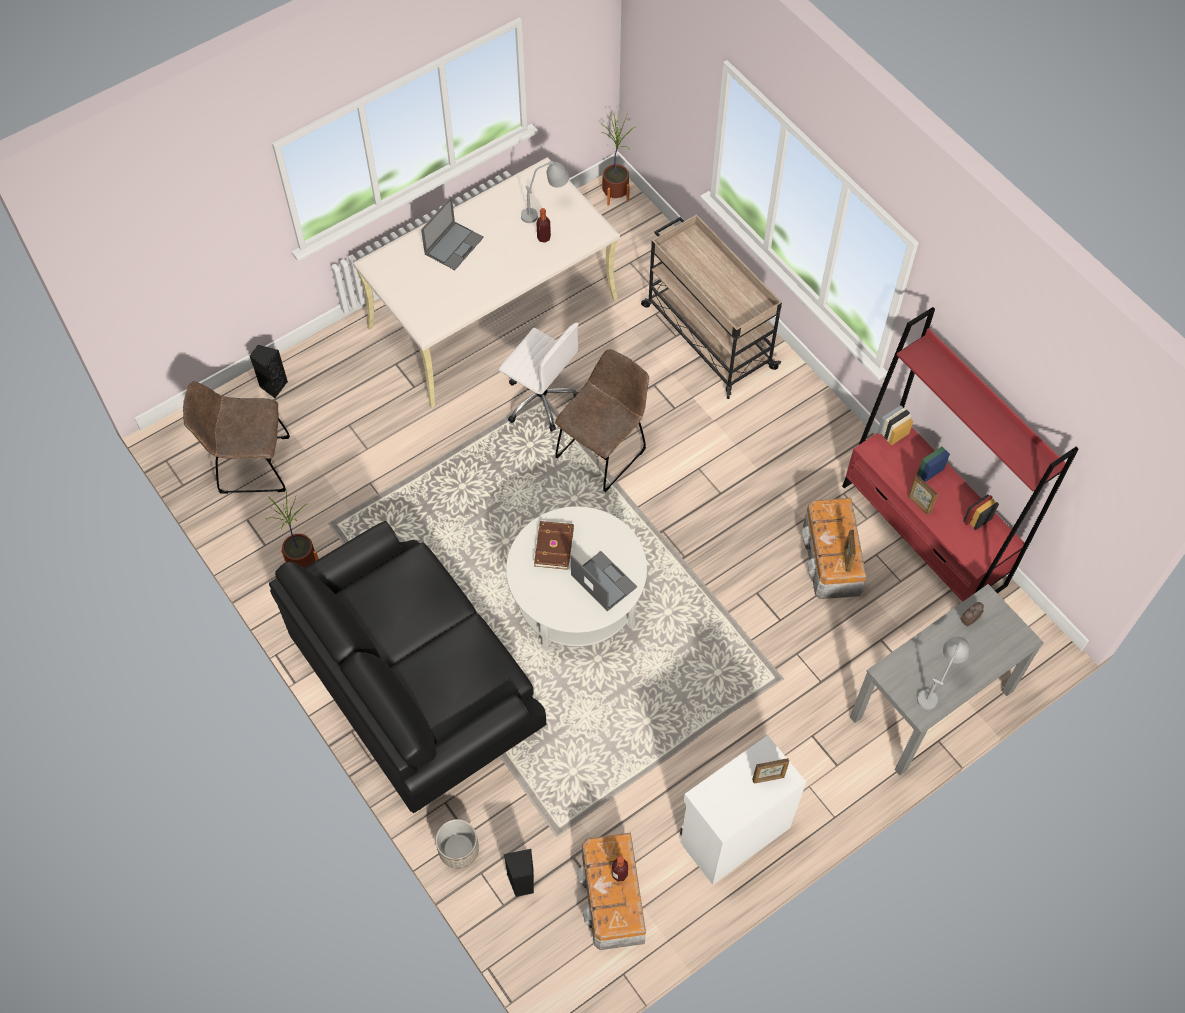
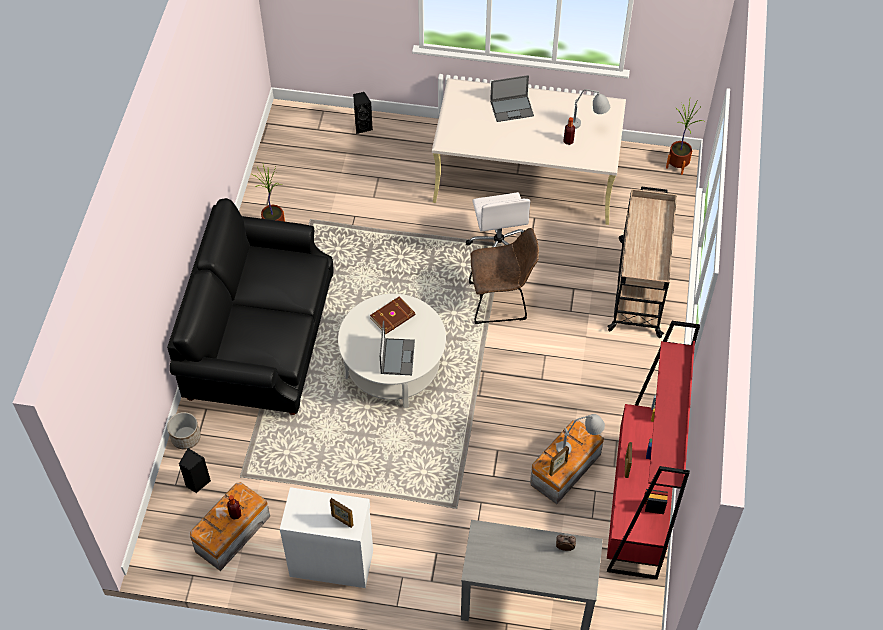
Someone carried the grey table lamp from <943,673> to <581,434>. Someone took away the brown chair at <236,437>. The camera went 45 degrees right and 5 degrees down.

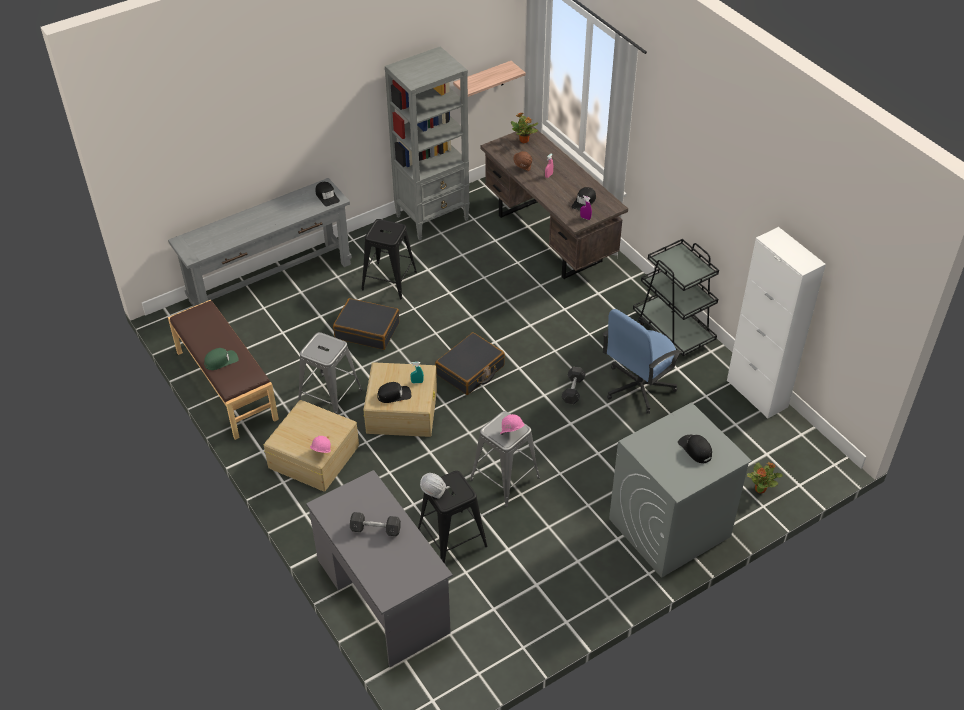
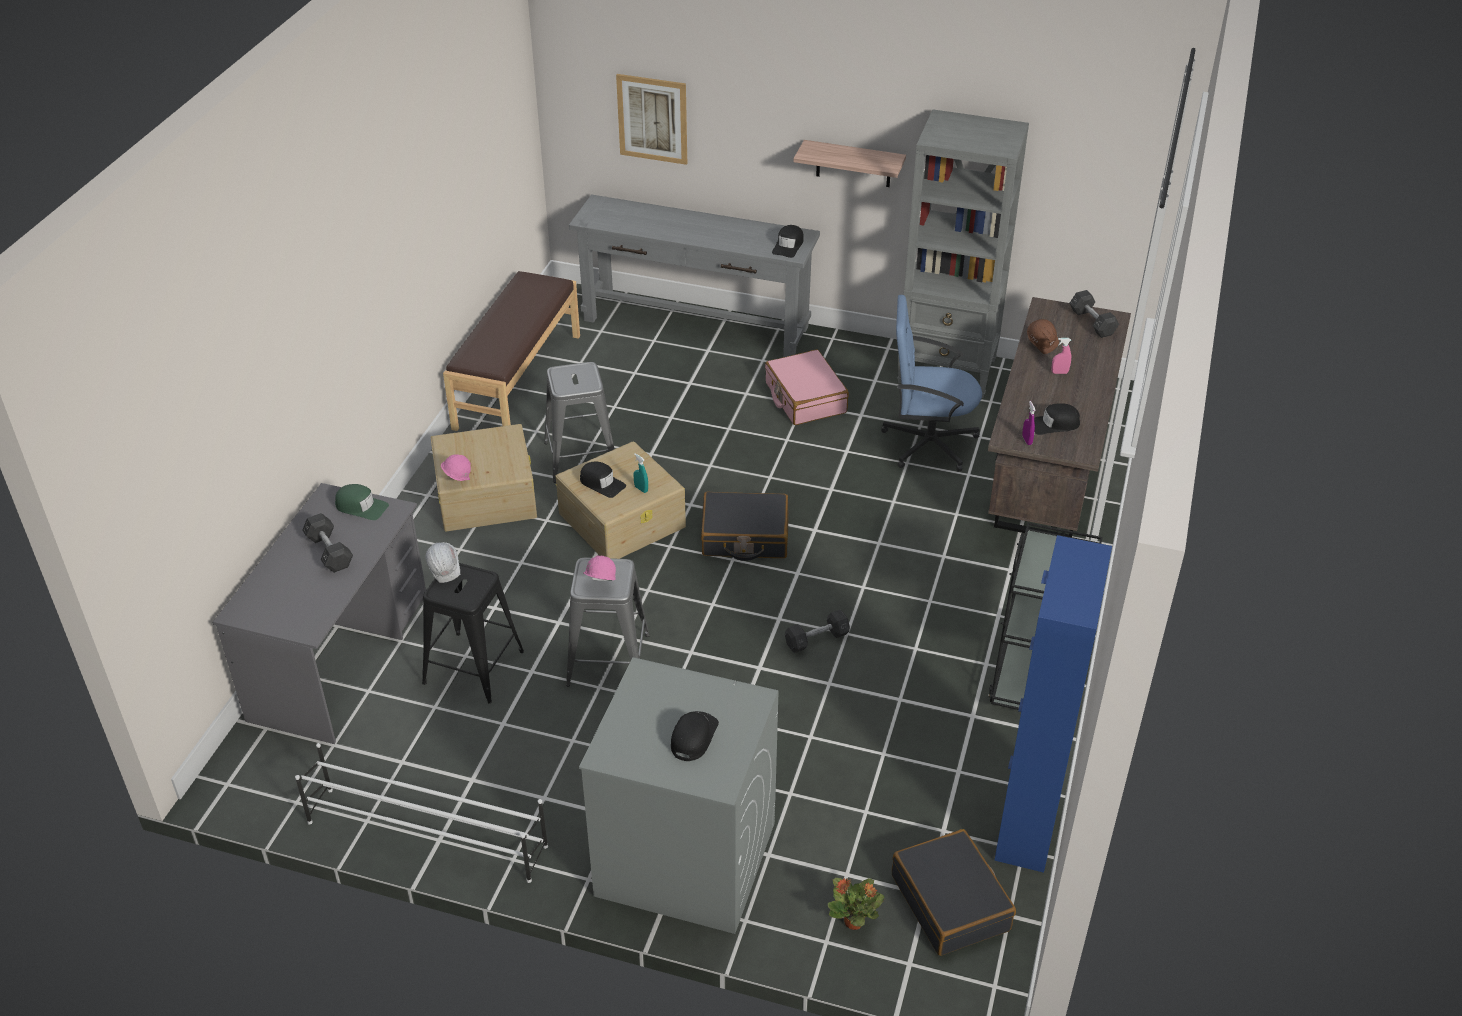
Someone put down the white shoe rack at <421,813>. Someone carried the green cap from <221,359> to <362,502>. Someone put up the picture at <651,119>. Someone swapped the black stool at <389,259> for the pink suitcase at <807,387>. Someone carried the shelf from <489,79> to <849,163>. Someone carried the blue office chair from <642,361> to <931,383>. Someone carried the black suitcase from <366,324> to <954,892>. Someone repainted the white cabinet at <776,323>, which became the blue cabinet at <1053,704>. Someone swapped the potted plant at <524,127> for the grey dumbbell at <1094,314>. The camera went 50 degrees right and 5 degrees down.

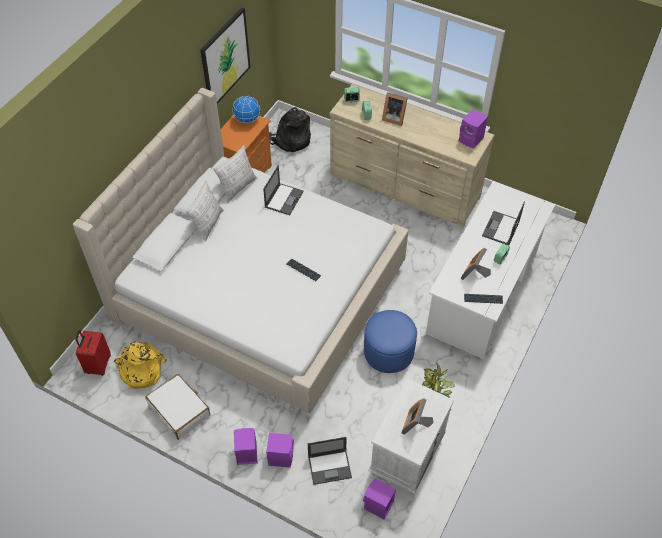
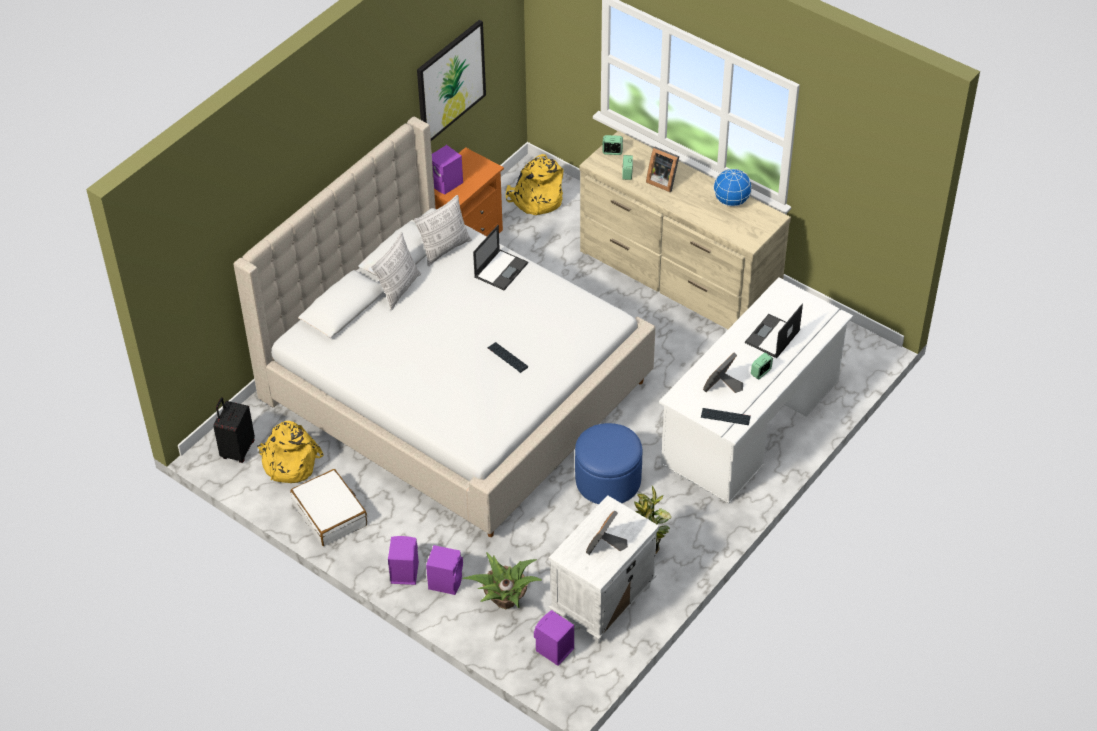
Someone repainted the red suitcase at <93,353>, which became the black suitcase at <234,430>. Someone carried the purple speaker from <473,129> to <447,170>. Someone swapped the laptop at <330,461> for the potted plant at <502,580>. Someone repainted the black backpack at <290,129>, which became the yellow backpack at <534,184>. Someone carried the globe from <246,109> to <732,187>. The camera went 10 degrees right and 5 degrees down.

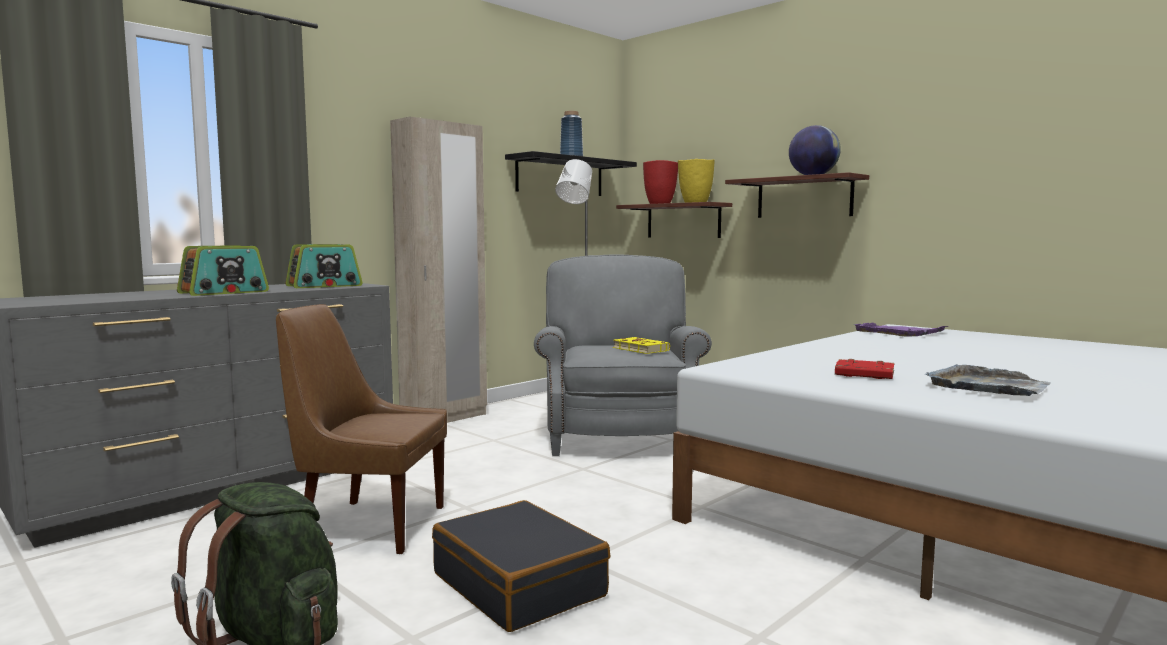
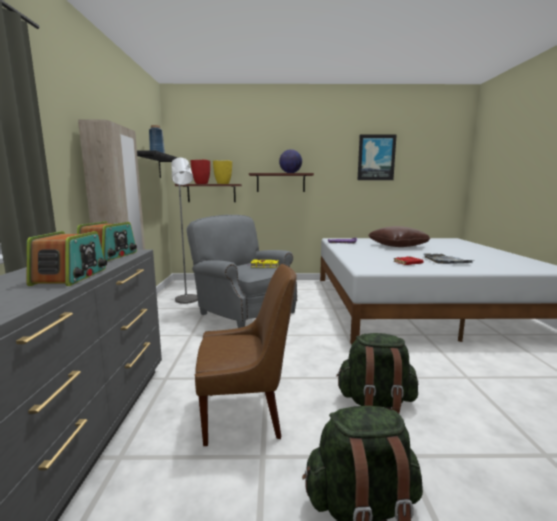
Someone rotated the brown chair at <361,429> by 150 degrees counterclockwise. Someone swapped the black suitcase at <521,566> for the green backpack at <377,373>. Someone put up the picture at <377,157>. Someone put down the brown pillow at <400,236>. The camera went 45 degrees left and 5 degrees up.

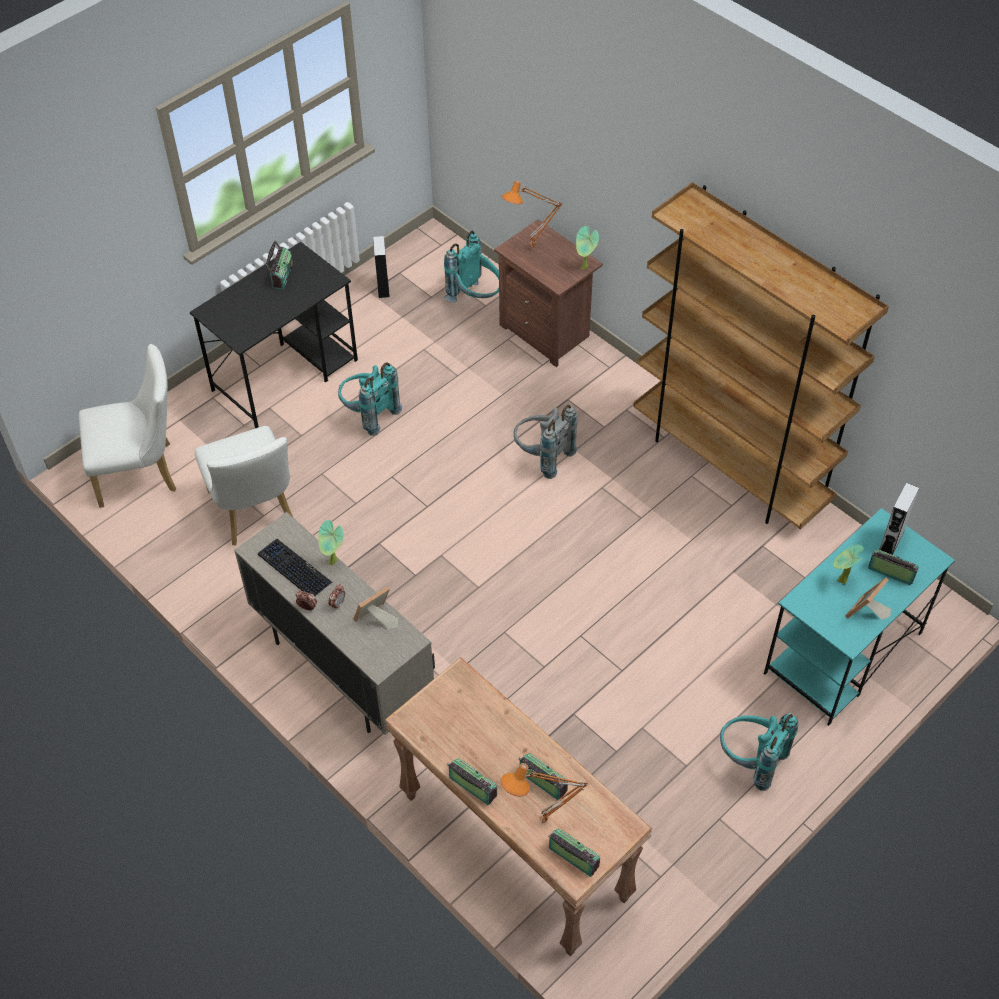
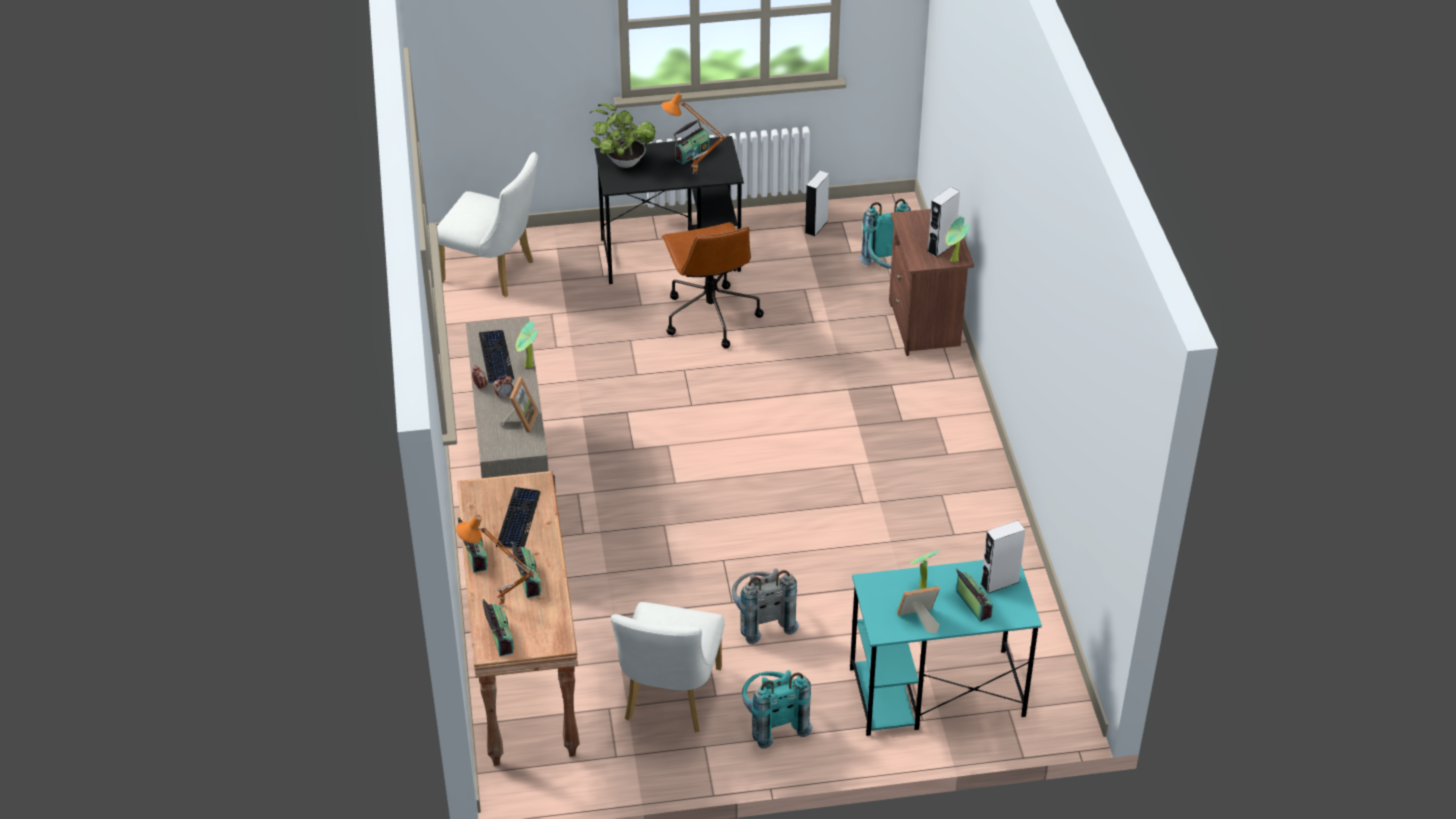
Someone put down the keyboard at <518,517>. Someone rotated the picture frame at <376,607> by 105 degrees clockwise. Someone put down the potted plant at <623,136>. Someone carried the white chair from <244,485> to <668,667>. Someone carried the orange table lamp from <532,215> to <693,133>. Someone swapped the turquoise backpack at <370,399> for the brown office chair at <713,285>. Someone carried the grey backpack from <546,442> to <765,606>. Someone put down the grey speaker at <944,222>. Someone took away the brown bookcase at <761,355>. The camera went 35 degrees right and 10 degrees down.

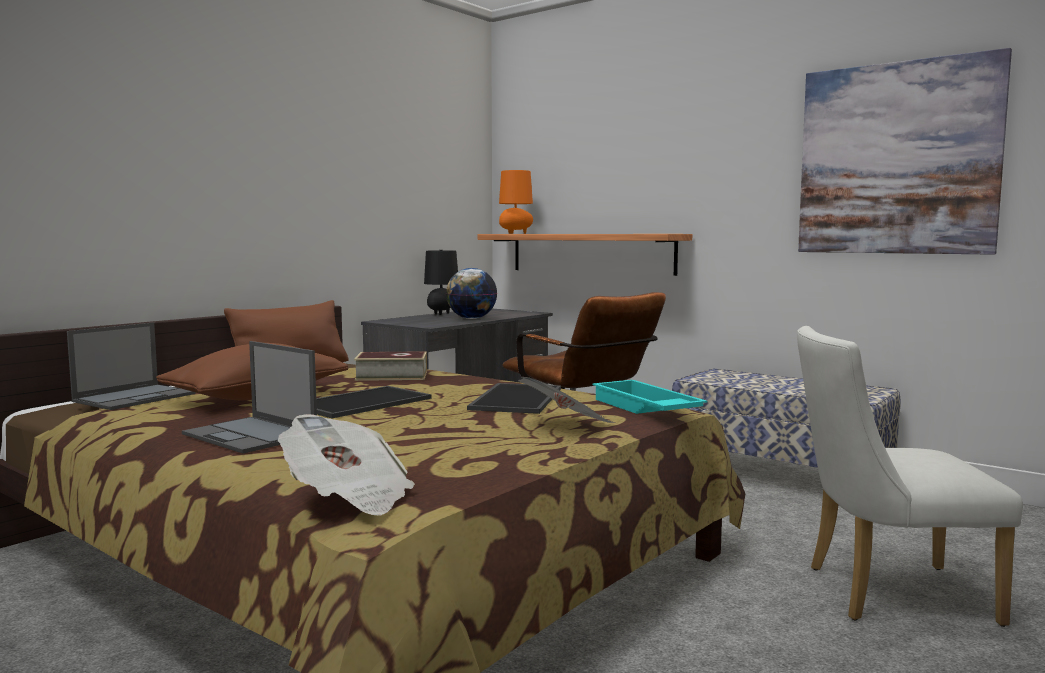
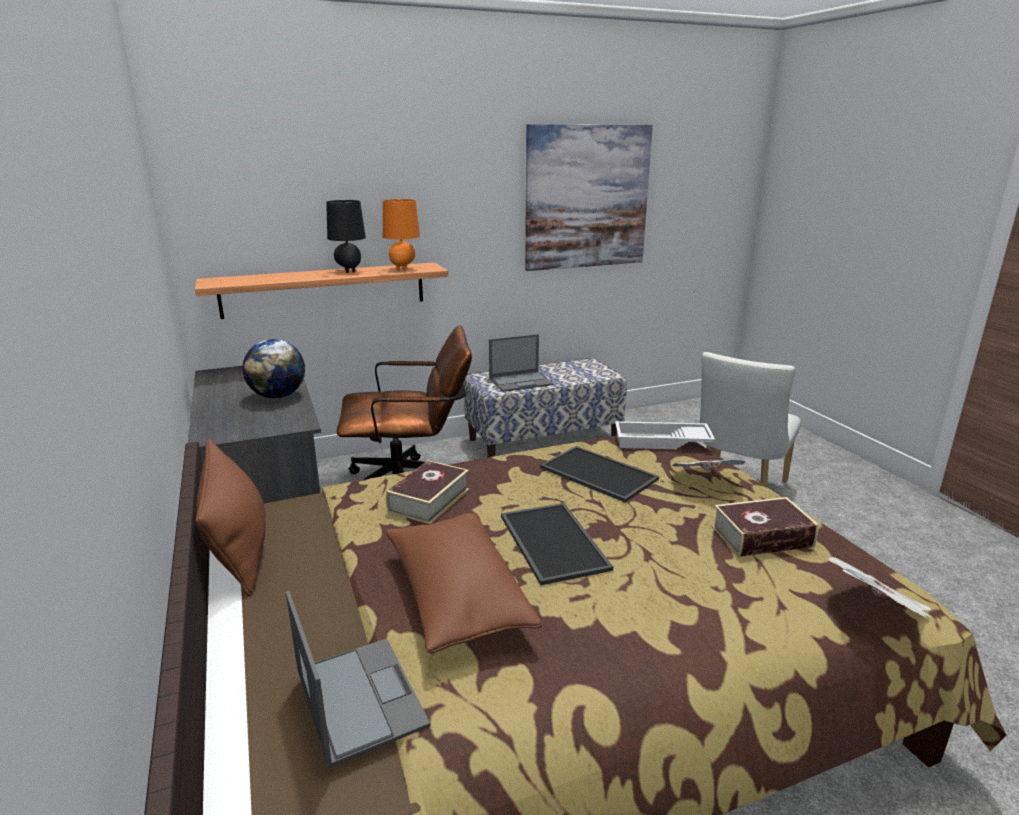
Someone carried the black table lamp from <441,282> to <346,236>. Someone carried the orange table lamp from <516,202> to <401,235>. Someone carried the laptop from <249,397> to <521,363>. Someone repainted the turquoise tray at <649,397>, which became the white tray at <665,435>. Someone put down the book at <765,527>. The camera went 60 degrees left and 15 degrees up.

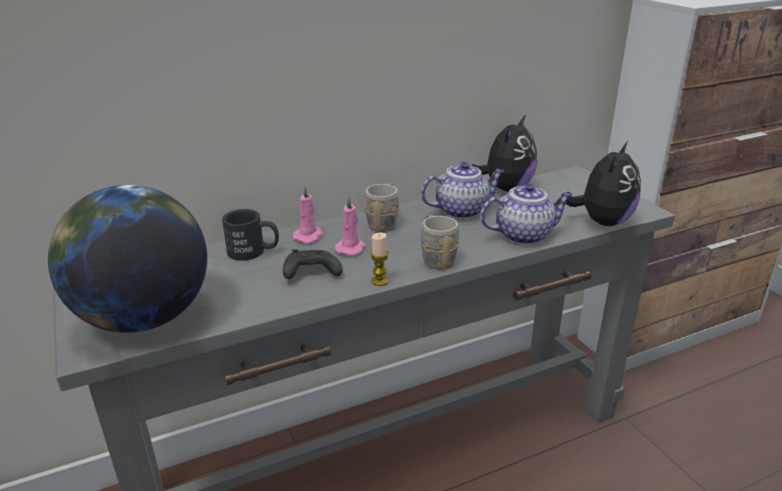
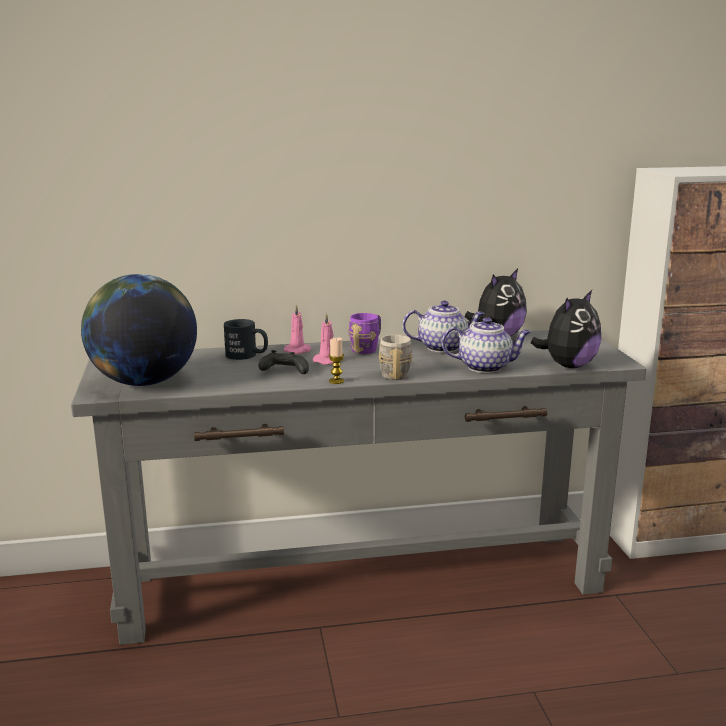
Someone repainted the grey mug at <381,207>, which became the purple mug at <364,333>. The camera went 15 degrees right and 10 degrees down.

